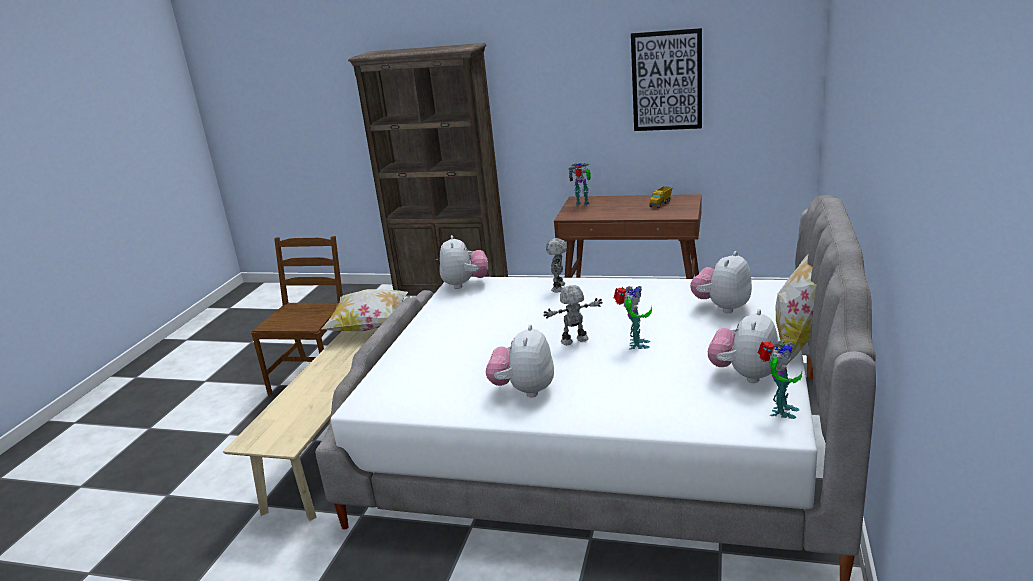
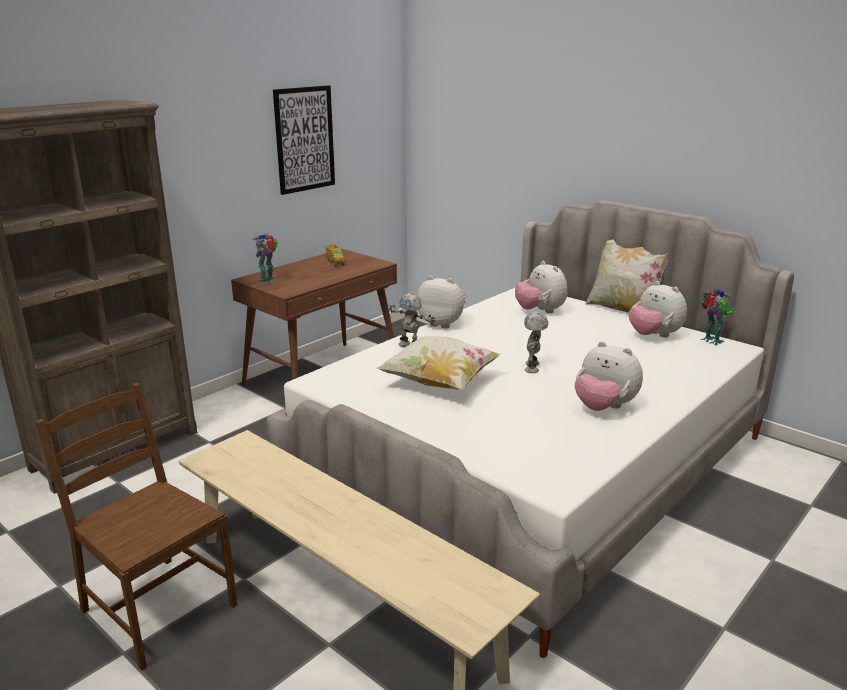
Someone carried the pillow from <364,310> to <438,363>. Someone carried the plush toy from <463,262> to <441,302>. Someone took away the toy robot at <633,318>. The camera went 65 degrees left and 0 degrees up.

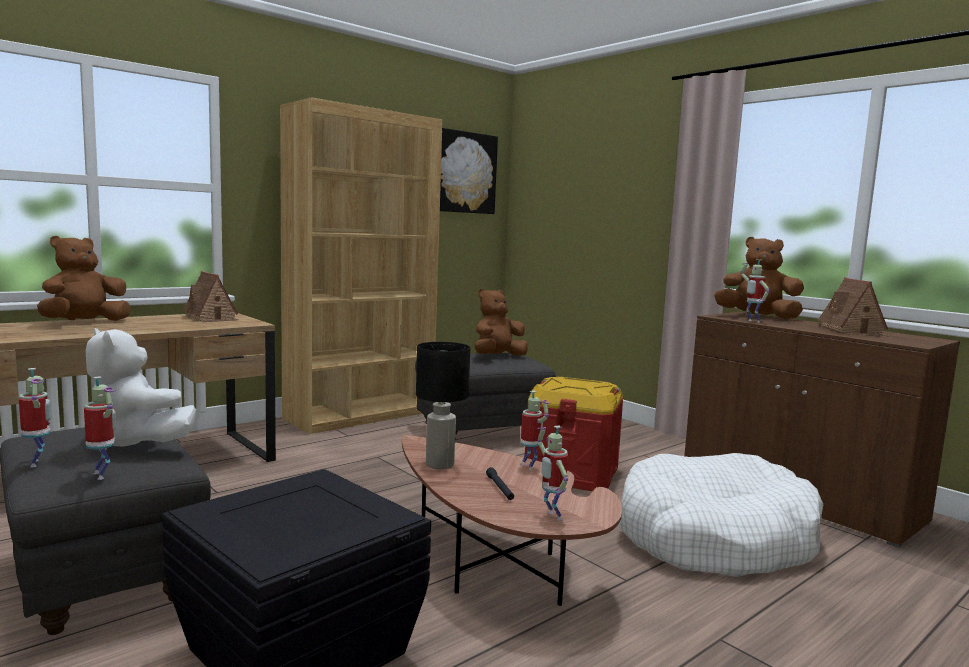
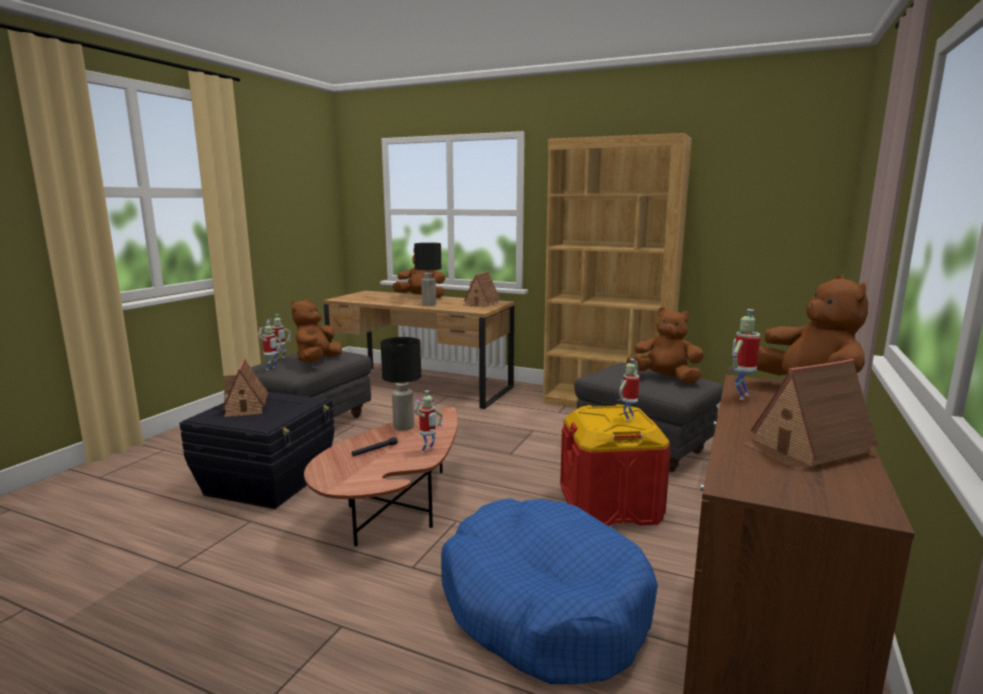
Someone put down the toy house at <245,387>. Someone repainted the white plush toy at <141,389>, which became the brown plush toy at <316,330>. Someone put down the black table lamp at <427,274>. Someone repainted the white dog bed at <721,515>, which became the blue dog bed at <549,591>. Someone carried the toy robot from <552,473> to <628,390>. Someone took away the picture at <469,171>. The camera went 65 degrees right and 5 degrees up.

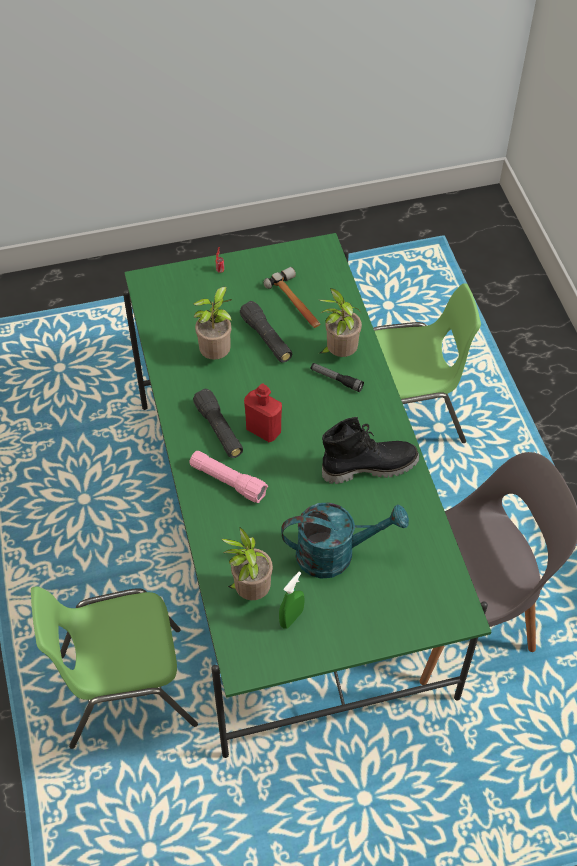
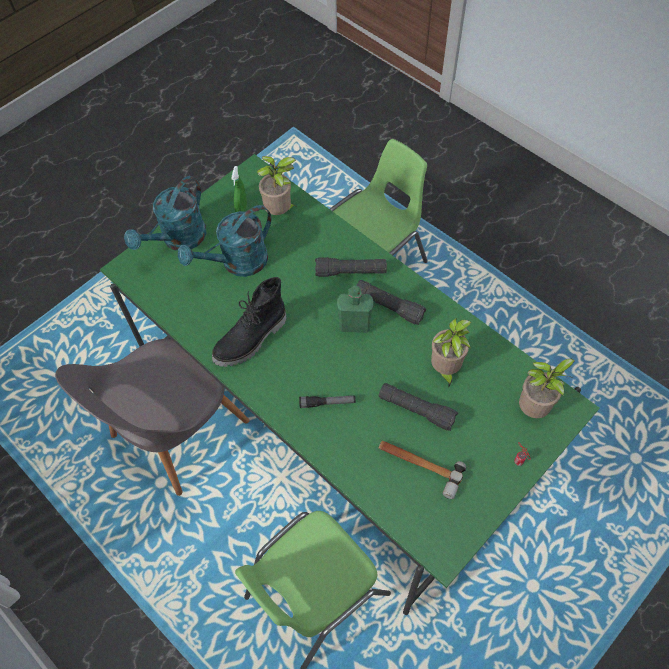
Someone put down the turquoise watering can at <165,213>. Someone repainted the pink flashlight at <228,477>, which became the black flashlight at <351,267>. Someone repainted the red bottle at <263,412>, which became the green bottle at <355,309>. Someone carried the potted plant from <340,322> to <547,388>. The camera went 150 degrees right and 5 degrees up.

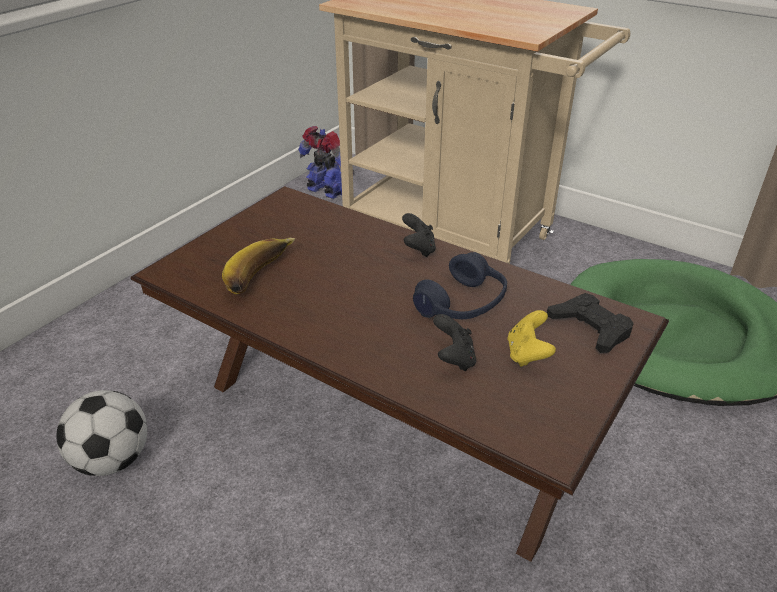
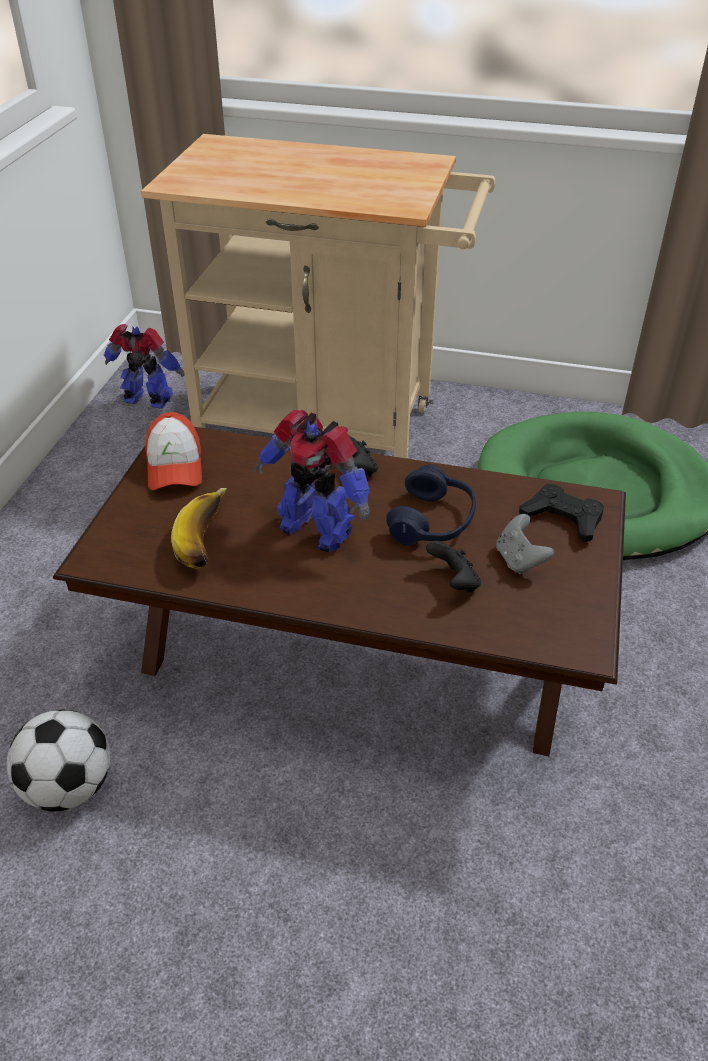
Someone put down the cap at <174,451>. Someone put down the toy robot at <312,481>. Someone repainted the yellow game controller at <531,338>, which became the grey game controller at <525,544>. The camera went 20 degrees left and 5 degrees up.

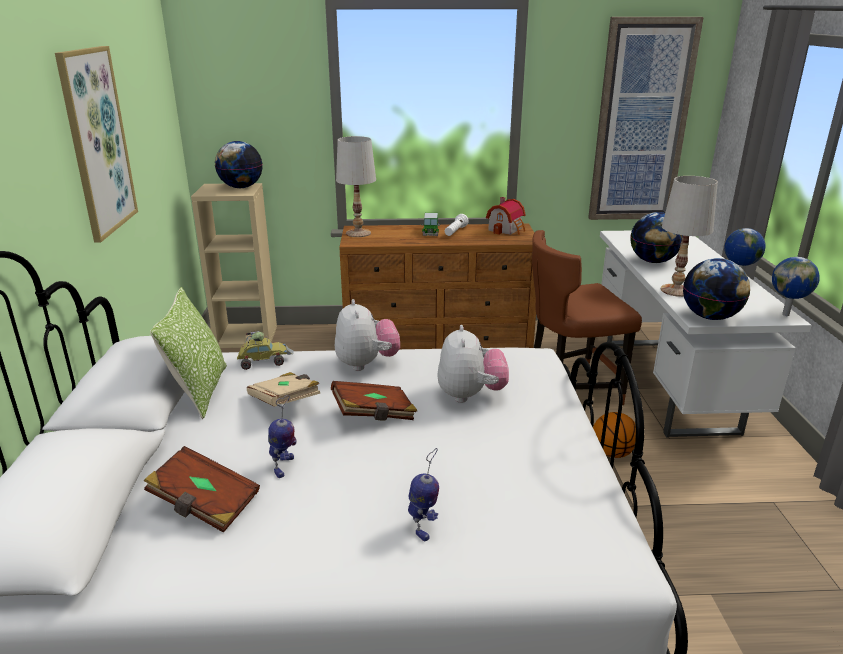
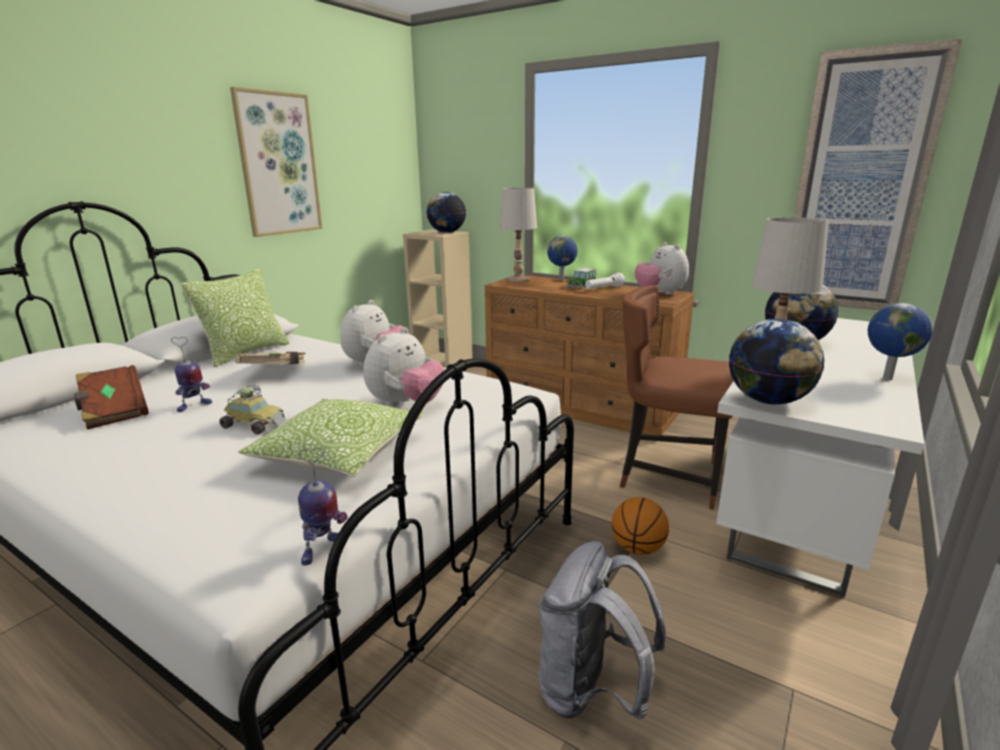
Someone carried the toy car from <265,350> to <253,410>. Someone put down the pillow at <331,438>. Someone carried the toy robot from <423,494> to <323,507>. Someone put down the grey backpack at <602,630>. Someone carried the globe from <796,286> to <562,258>. Someone swapped the toy house at <506,216> for the plush toy at <662,268>. Someone took away the brown book at <374,401>. The camera went 35 degrees right and 5 degrees down.

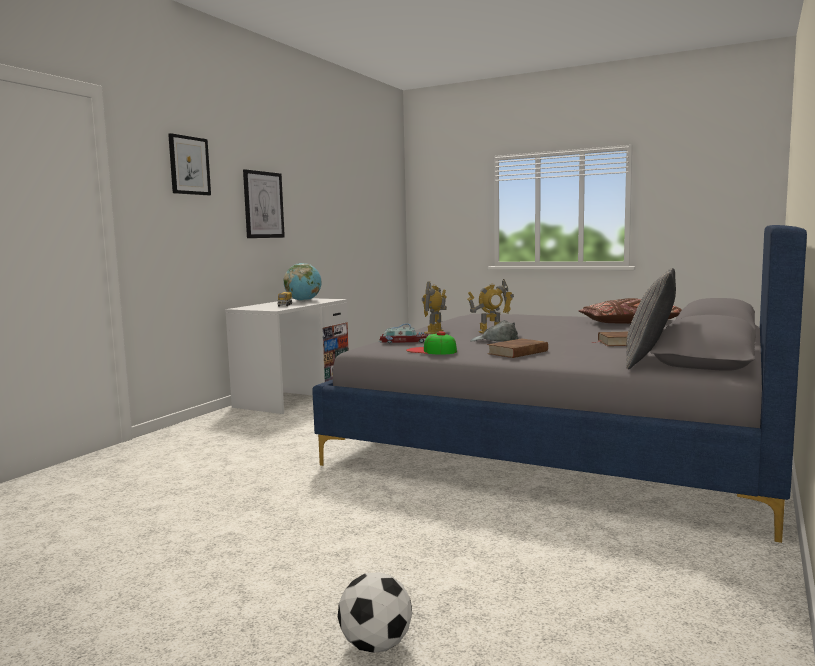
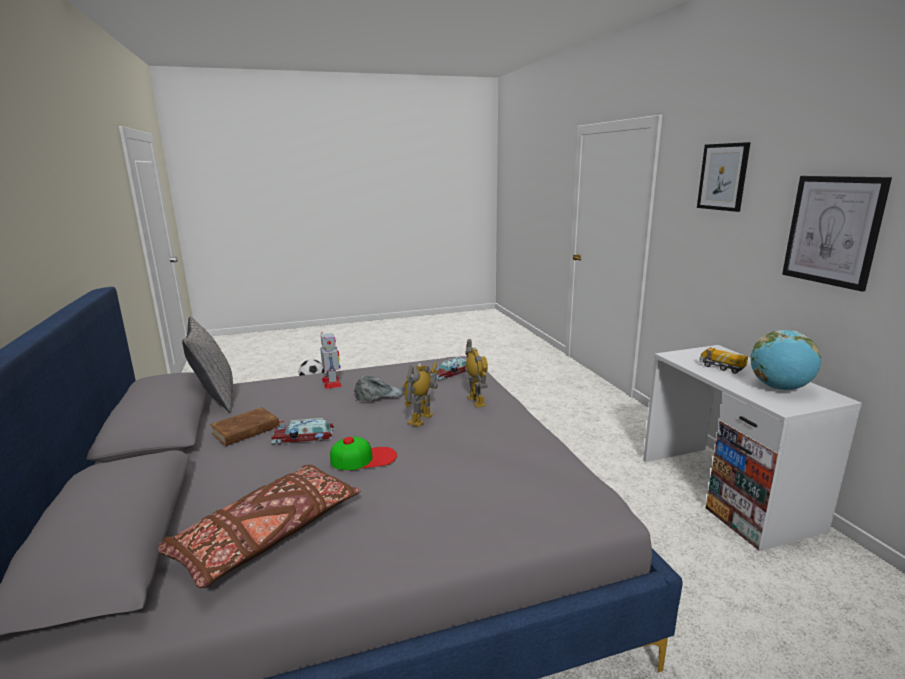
Someone put down the toy car at <302,431>. Someone swapped the brown book at <517,348> for the toy robot at <331,360>. Someone carried the cap from <431,343> to <363,453>. The camera went 135 degrees right and 10 degrees up.

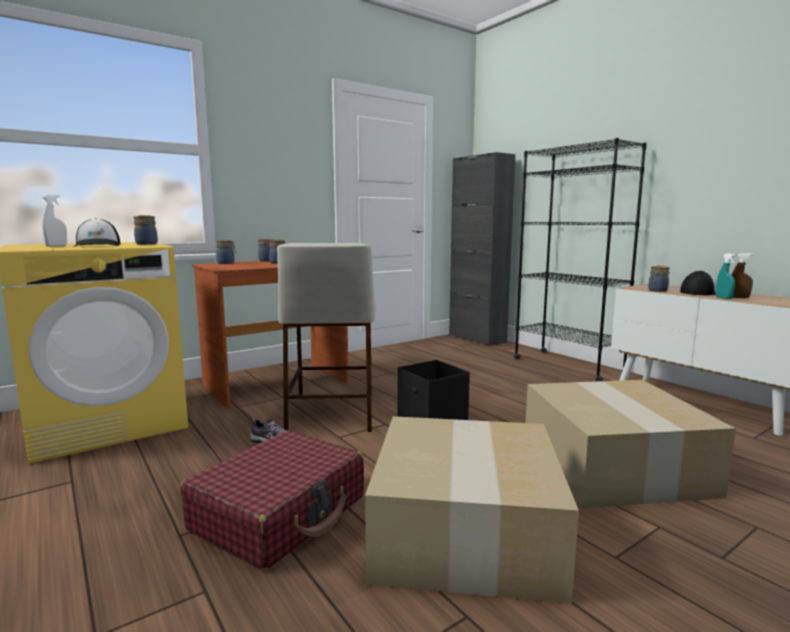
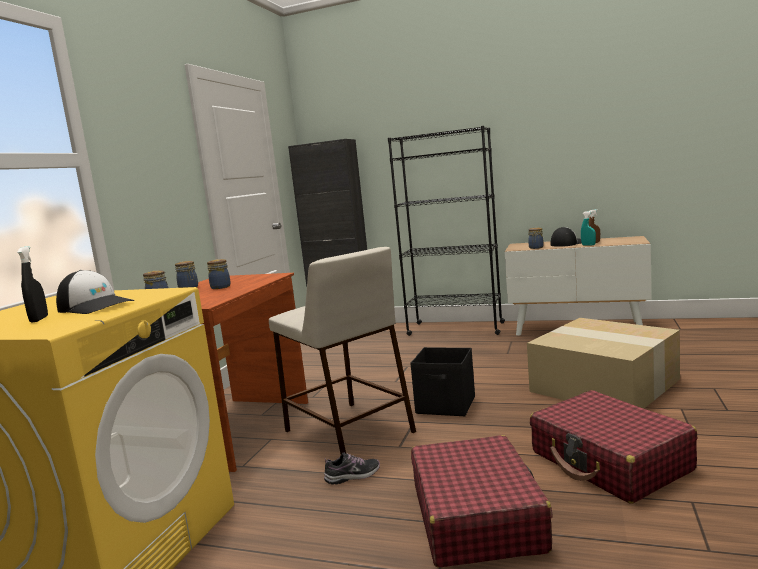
Someone repainted the white spray bottle at <54,221>, which became the black spray bottle at <32,284>. Someone swapped the cardboard box at <472,510> for the red suitcase at <614,447>. Someone took away the jar at <146,230>. The camera went 35 degrees left and 0 degrees up.

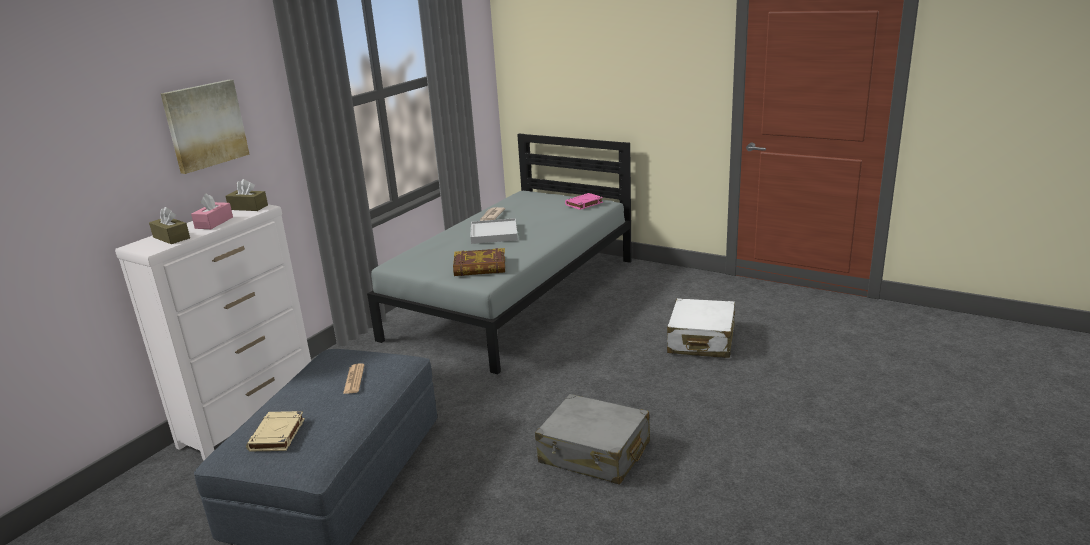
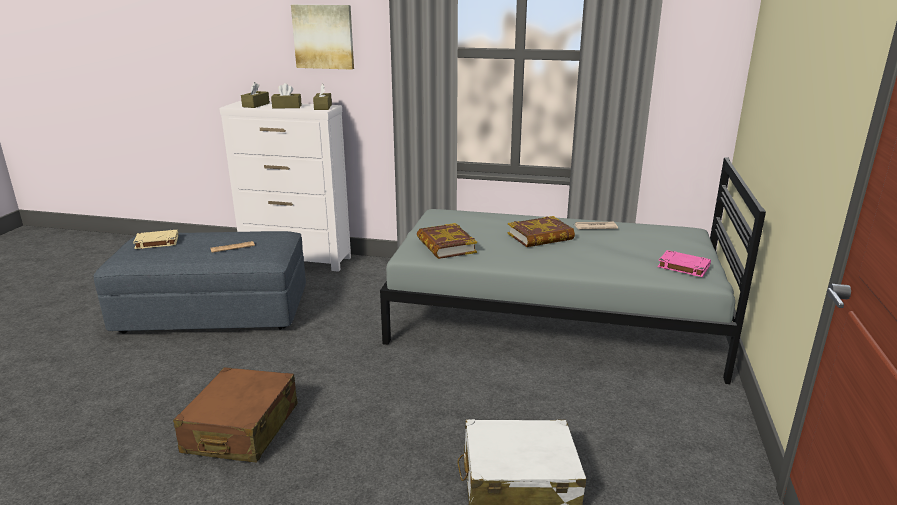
Someone repainted the grey suitcase at <592,439>, which became the brown suitcase at <235,414>. Someone repainted the pink tissue box at <212,211>, which became the brown tissue box at <286,96>. Someone swapped the white tray at <494,231> for the book at <541,231>. The camera went 70 degrees right and 0 degrees up.

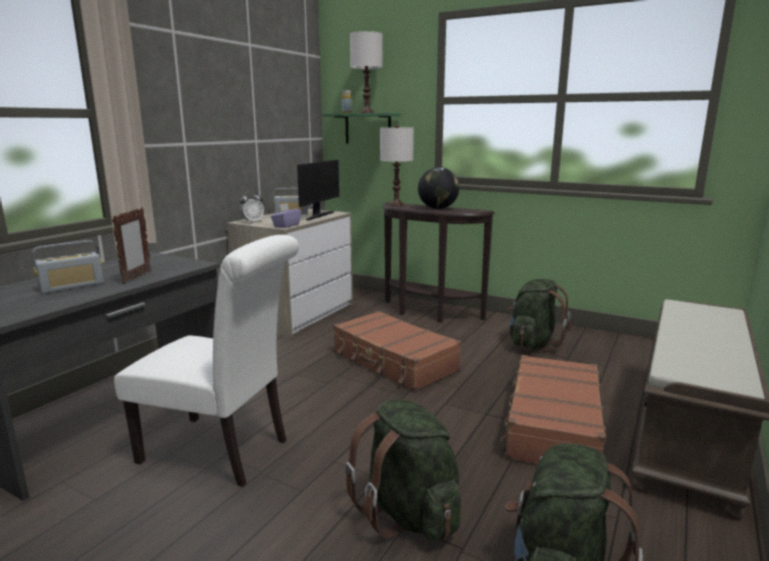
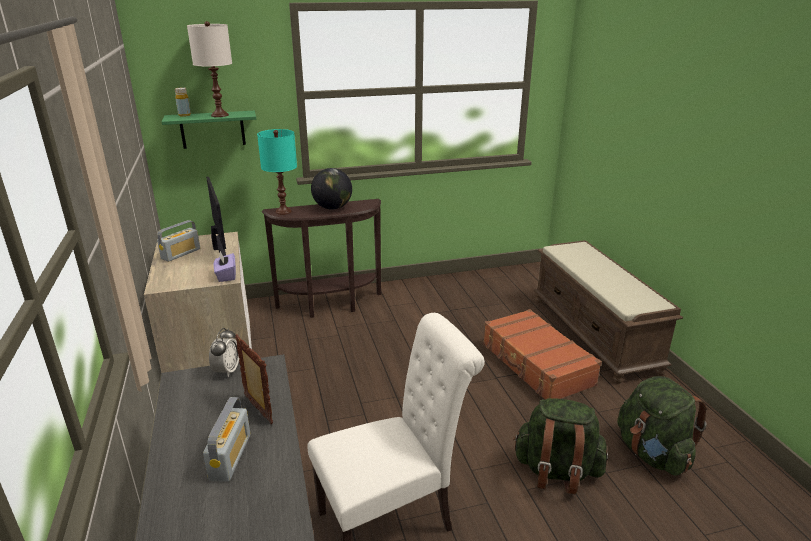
Someone carried the alarm clock from <252,207> to <224,353>. Someone repainted the white table lamp at <397,165>, which became the turquoise table lamp at <277,172>. Someone took away the brown suitcase at <397,351>. Someone took away the green backpack at <539,315>. The camera went 45 degrees left and 10 degrees up.

